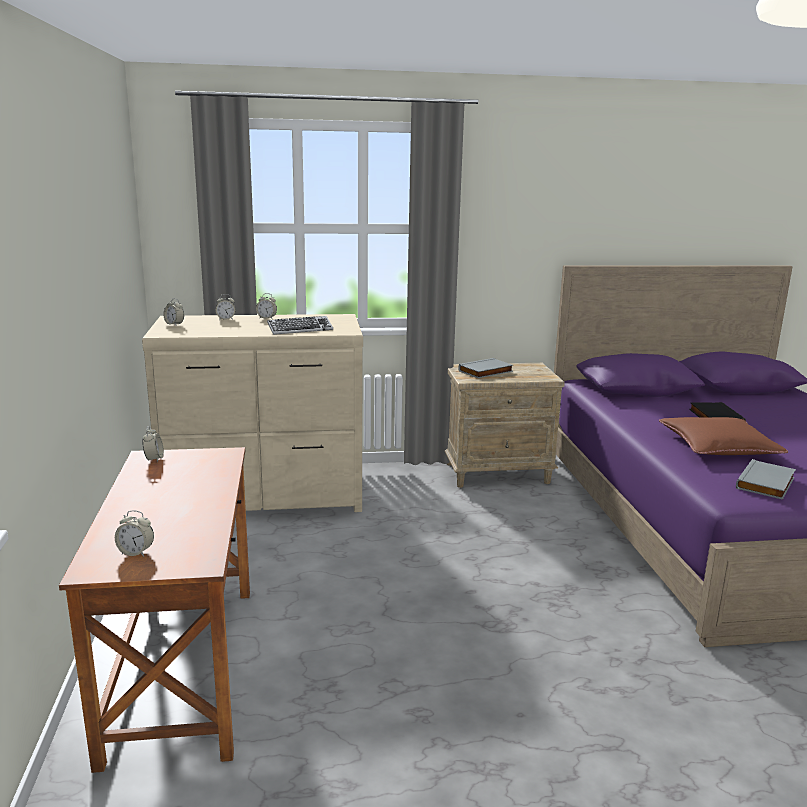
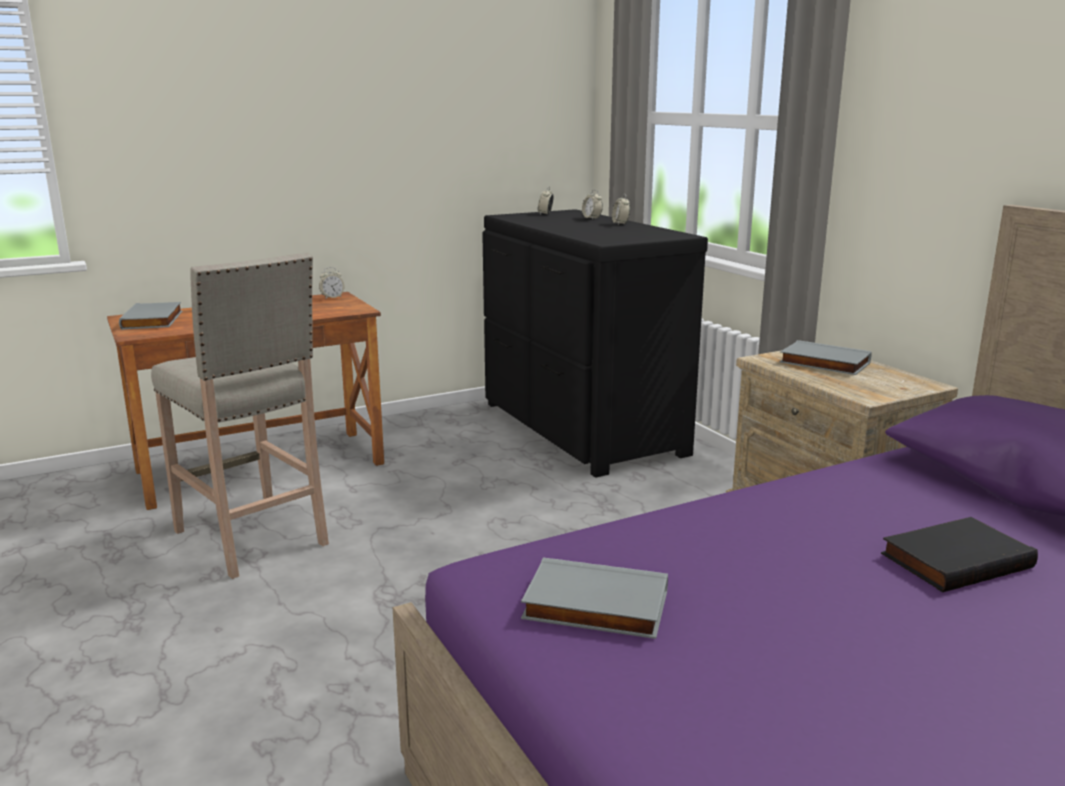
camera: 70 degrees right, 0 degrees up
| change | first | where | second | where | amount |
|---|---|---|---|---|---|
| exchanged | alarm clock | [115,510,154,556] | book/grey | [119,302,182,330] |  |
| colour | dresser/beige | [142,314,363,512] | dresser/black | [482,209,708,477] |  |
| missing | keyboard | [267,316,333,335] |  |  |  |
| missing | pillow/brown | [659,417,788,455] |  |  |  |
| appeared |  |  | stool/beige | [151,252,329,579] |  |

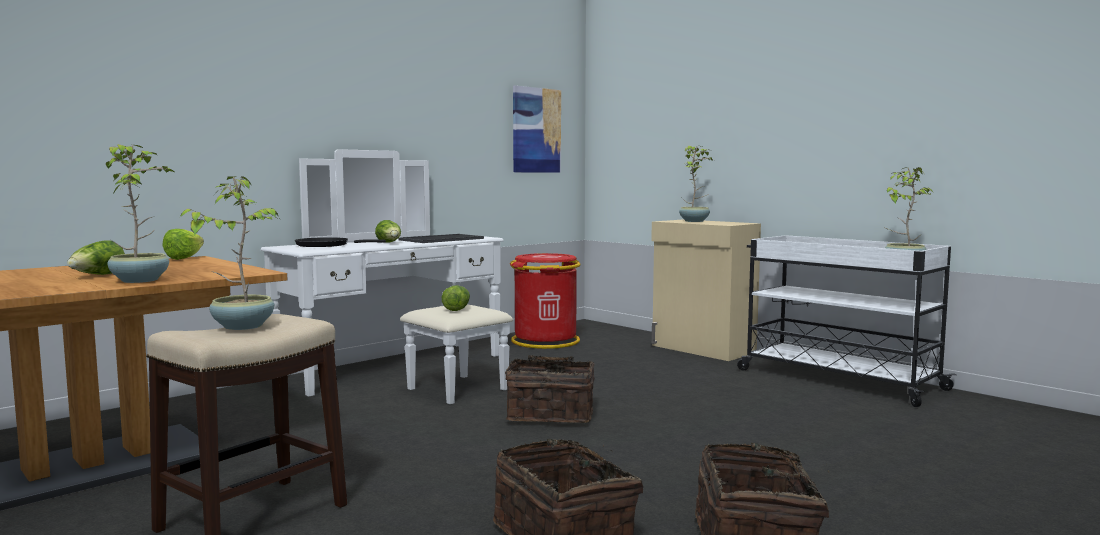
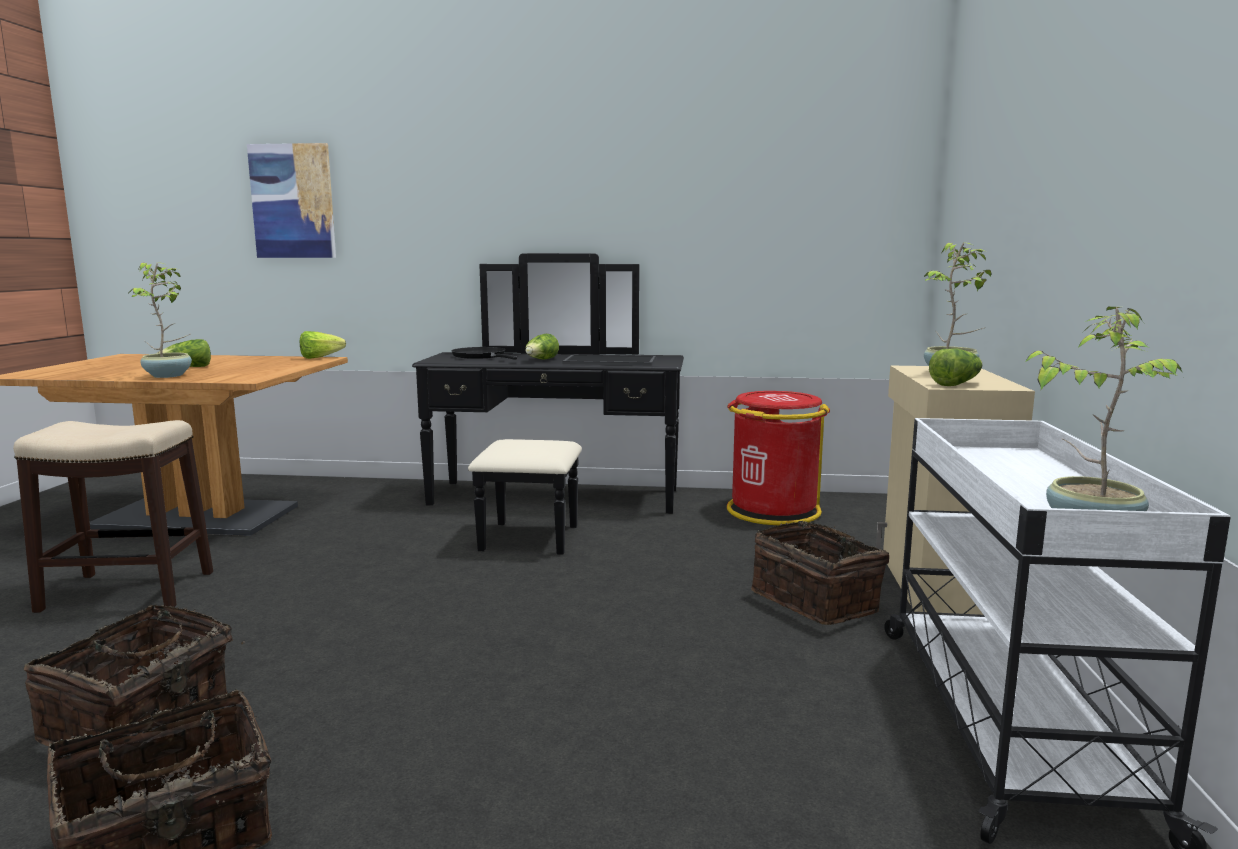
camera: 50 degrees right, 5 degrees up
| change | first | where | second | where | amount |
|---|---|---|---|---|---|
| missing | potted plant | [180,176,279,330] |  |  |  |
| colour | dresser/white | [261,150,513,404] | dresser/black | [412,253,684,555] |  |
| relocated | lettuce | [442,285,470,311] |  | [929,349,982,386] |  |
| relocated | basket | [505,355,595,423] |  | [751,521,889,625] |  |
| relocated | picture | [513,85,561,172] |  | [247,143,336,258] |  |

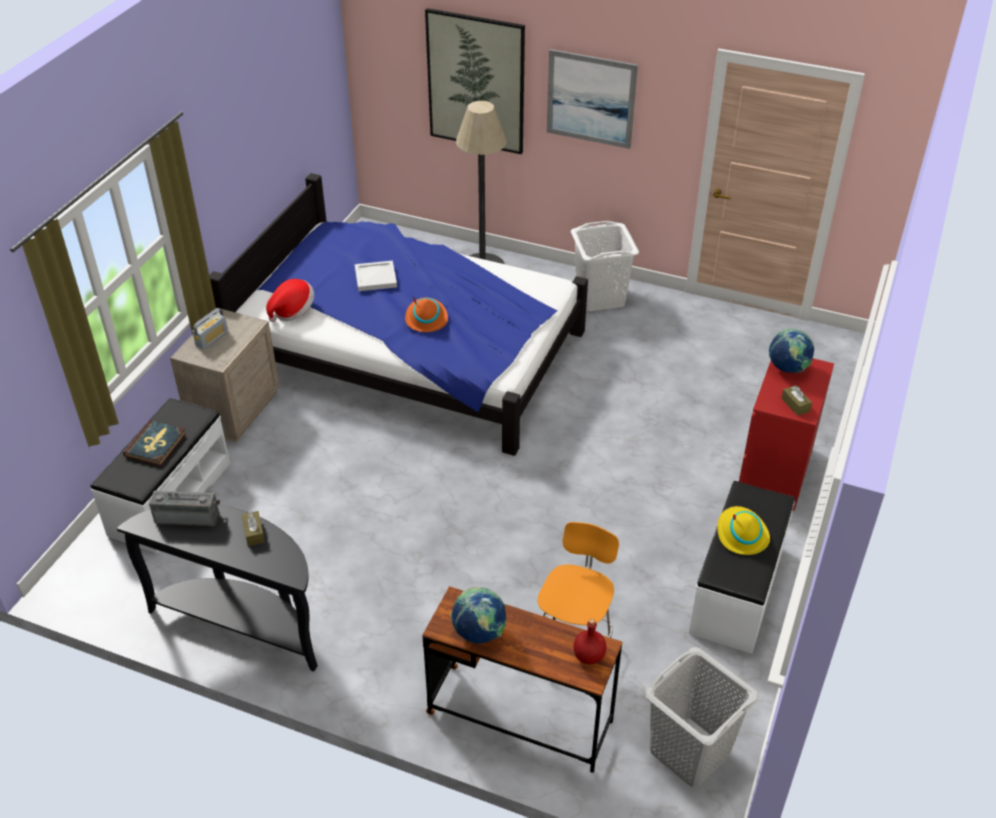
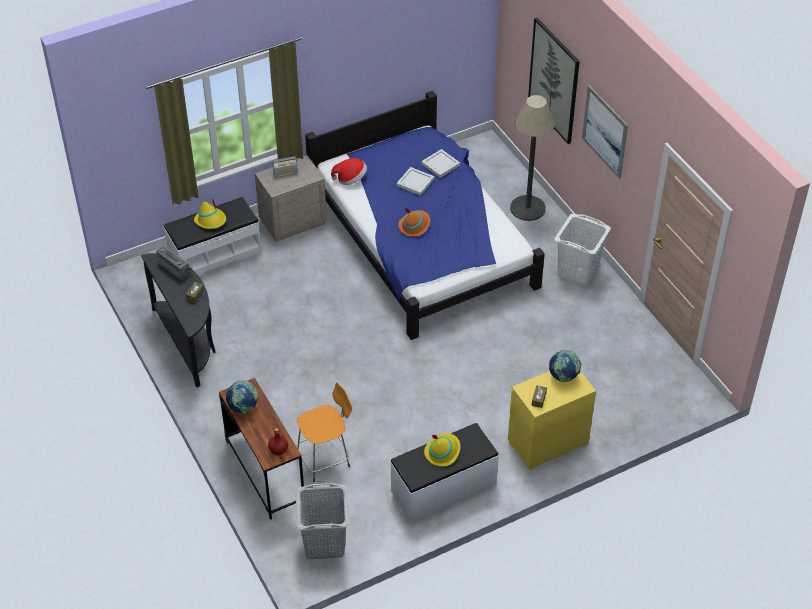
camera: 40 degrees right, 5 degrees up
| change | first | where | second | where | amount |
|---|---|---|---|---|---|
| exchanged | book | [123,420,186,466] | hat/yellow | [194,197,226,229] |  |
| colour | dresser/red | [739,358,834,511] | dresser/yellow | [508,371,596,470] |  |
| appeared |  |  | tray/white | [421,149,460,178] |  |

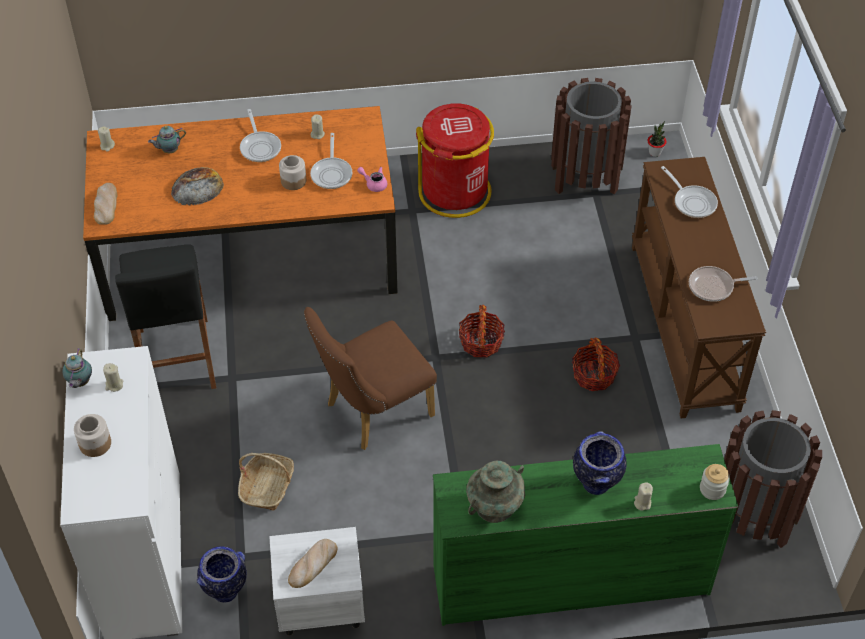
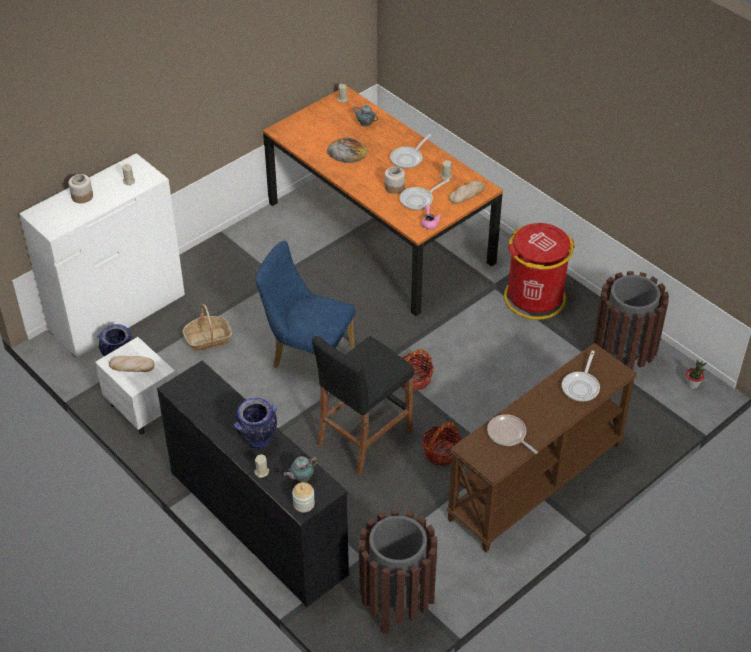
camera: 55 degrees right, 5 degrees down
| change | first | where | second | where | amount |
|---|---|---|---|---|---|
| relocated | teapot | [62,349,92,388] |  | [284,456,318,482] |  |
| relocated | bread | [94,183,118,225] |  | [449,181,485,204] |  |
| relocated | stool/black | [115,245,216,389] |  | [312,336,414,476] |  |
| colour | chair/brown | [304,307,437,450] | chair/blue | [255,240,355,368] |  |
| colour | dresser/green | [433,444,738,626] | dresser/black | [157,361,349,607] |  |
| missing | vase/turquoise | [466,461,525,523] |  |  |  |

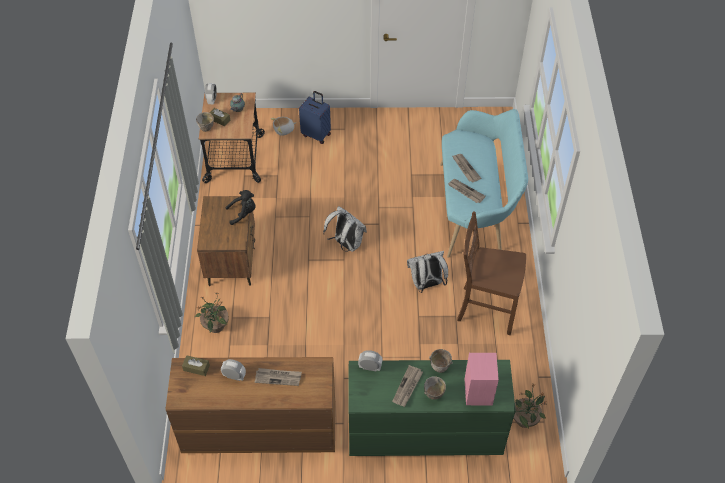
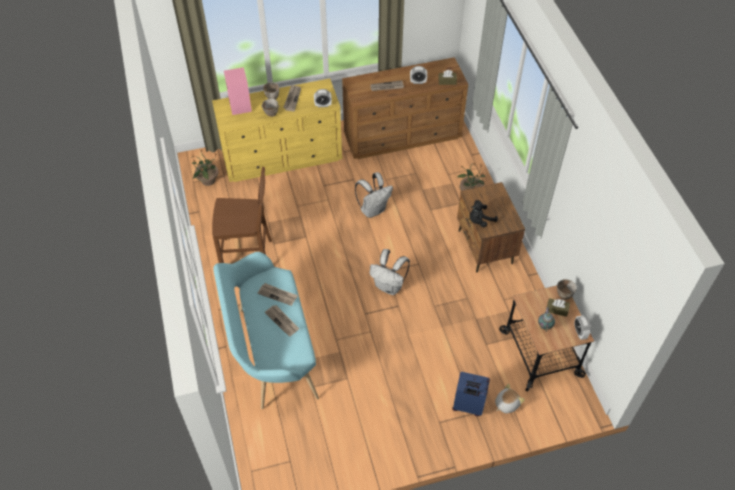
camera: 165 degrees right, 0 degrees up
| change | first | where | second | where | amount |
|---|---|---|---|---|---|
| colour | dresser/green | [349,360,516,456] | dresser/yellow | [212,78,343,182] |  |
| relocated | backpack/white | [407,251,448,293] |  | [355,172,393,218] |  |

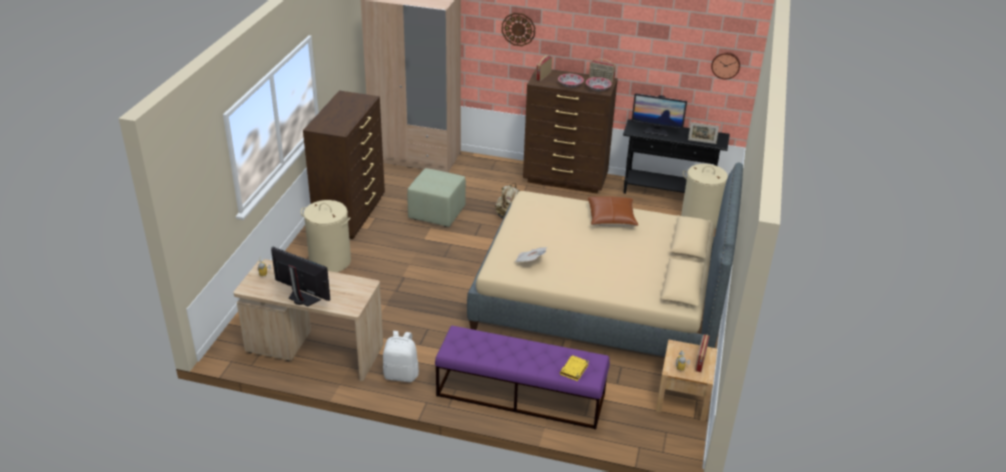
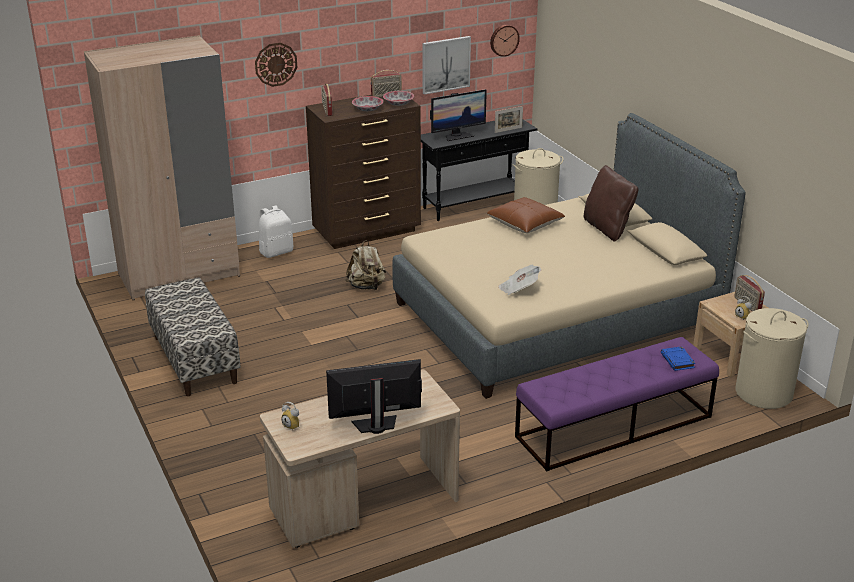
camera: 40 degrees left, 5 degrees down
| change | first | where | second | where | amount |
|---|---|---|---|---|---|
| relocated | laundry basket/beige | [301,200,351,272] |  | [735,308,809,409] |  |
| exchanged | dresser/brown | [303,90,385,239] | bench | [145,277,241,396] |  |
| relocated | backpack/white | [383,331,419,382] |  | [259,205,293,258] |  |
| missing | ottoman/green | [407,168,466,227] |  |  |  |
| colour | book/yellow | [560,355,589,381] | book/blue | [661,346,695,371] |  |
| appeared |  |  | picture | [423,36,471,95] |  |
| appeared |  |  | pillow/brown | [584,165,638,241] |  |

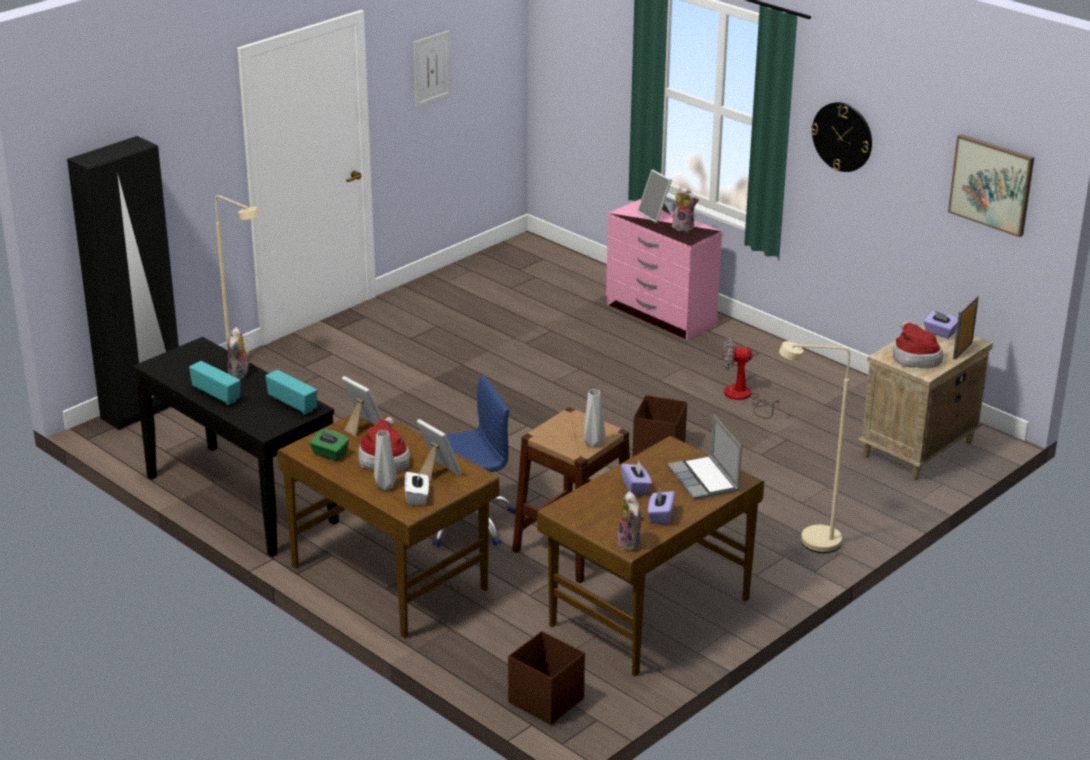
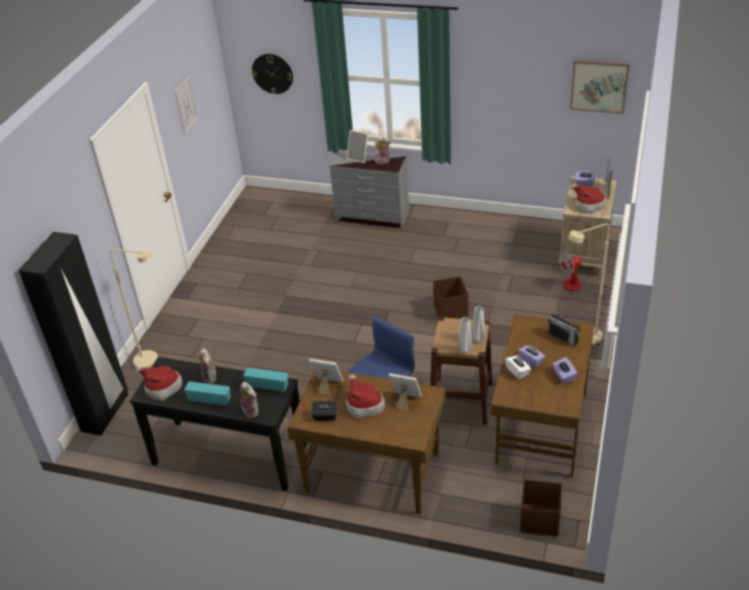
camera: 25 degrees left, 10 degrees up
| change | first | where | second | where | amount |
|---|---|---|---|---|---|
| colour | tissue box/green | [309,429,349,461] | tissue box/black | [312,400,338,421] |  |
| relocated | vase/grey | [374,431,397,490] |  | [457,317,472,353] |  |
| relocated | tissue box/white | [405,470,429,505] |  | [505,355,531,379] |  |
| colour | dresser/pink | [606,199,722,340] | dresser/grey | [330,149,409,228] |  |
| relocated | plush toy | [617,491,645,551] |  | [241,382,259,418] |  |
| exchanged | laptop | [668,414,742,500] | radio | [547,310,581,347] |  |
| relocated | fan | [722,337,780,419] |  | [560,253,612,298] |  |
| relocated | wall clock | [811,102,872,172] |  | [252,54,293,94] |  |
| appeared |  |  | hat | [135,366,182,401] |  |

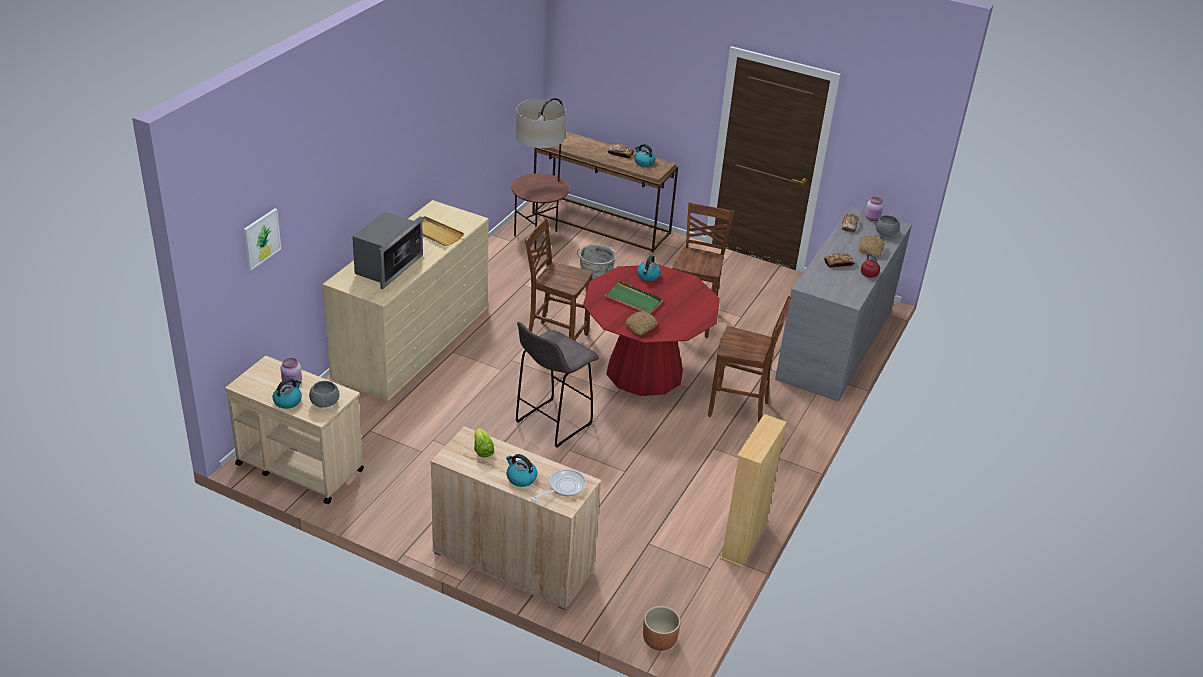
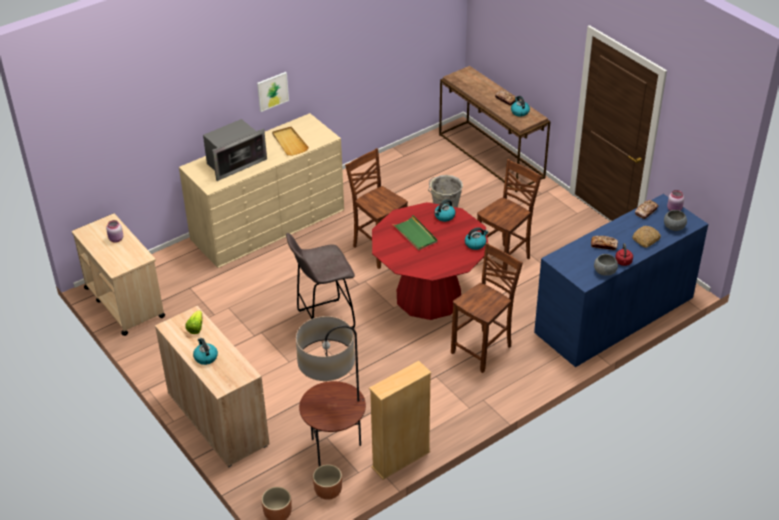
camera: 30 degrees right, 5 degrees up
| change | first | where | second | where | amount |
|---|---|---|---|---|---|
| relocated | picture | [244,208,281,270] |  | [257,72,289,112] |  |
| relocated | kettle | [273,378,302,409] |  | [465,227,488,250] |  |
| relocated | bowl/grey | [309,381,339,408] |  | [594,254,618,276] |  |
| relocated | floor lamp | [511,98,569,249] |  | [296,316,366,467] |  |
| missing | frying pan | [531,469,586,500] |  |  |  |
| missing | bread | [625,311,658,335] |  |  |  |
| spun | chair/brown | [708,296,791,422] |  | [451,243,523,373] | 90 degrees counterclockwise |
| colour | dresser/grey | [775,207,912,402] | dresser/blue | [534,194,708,367] |  |
| appeared |  |  | planter/brown | [313,464,342,500] |  |

